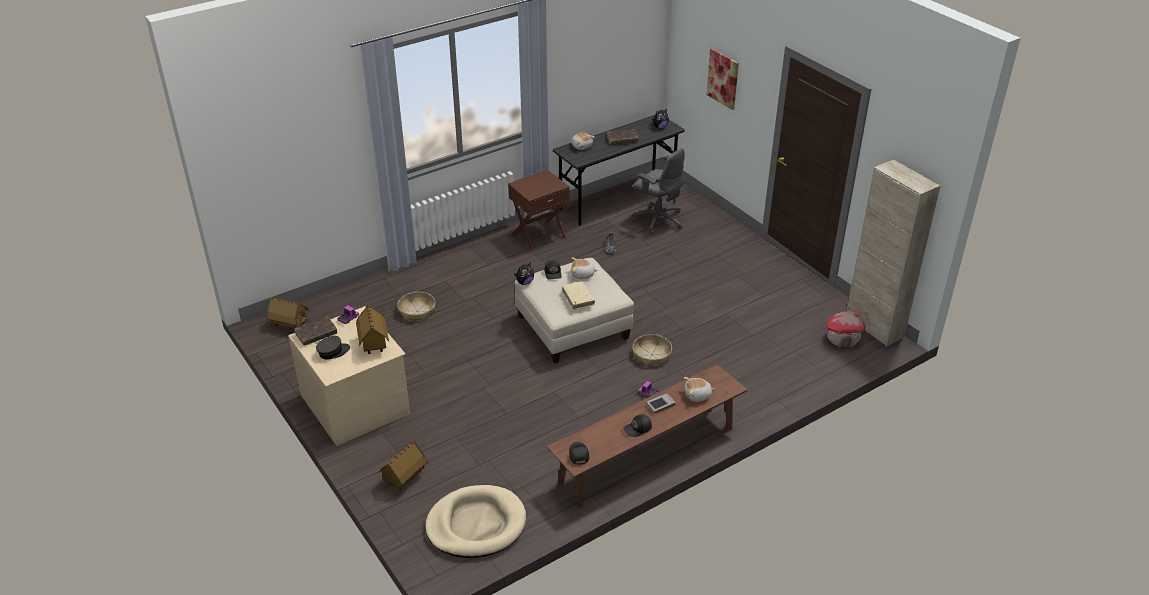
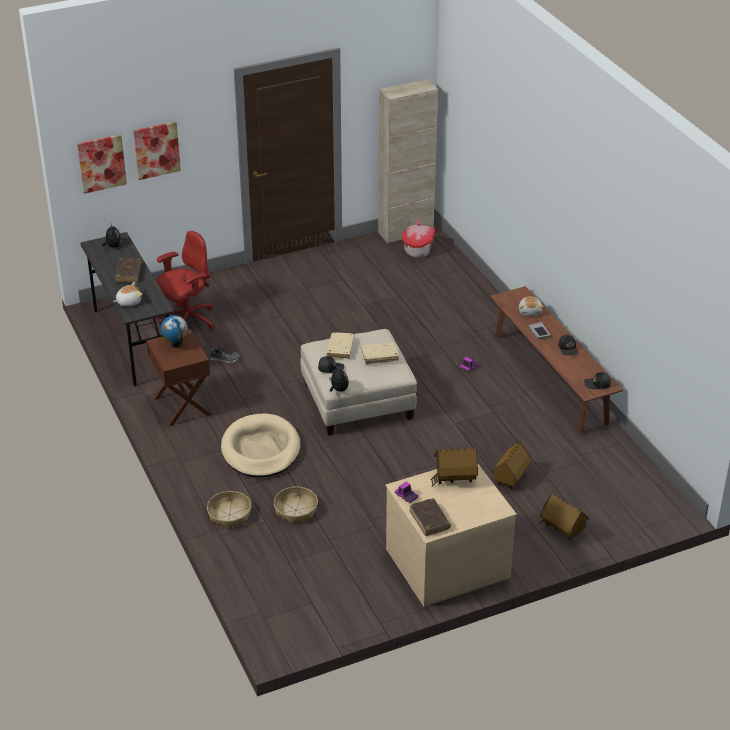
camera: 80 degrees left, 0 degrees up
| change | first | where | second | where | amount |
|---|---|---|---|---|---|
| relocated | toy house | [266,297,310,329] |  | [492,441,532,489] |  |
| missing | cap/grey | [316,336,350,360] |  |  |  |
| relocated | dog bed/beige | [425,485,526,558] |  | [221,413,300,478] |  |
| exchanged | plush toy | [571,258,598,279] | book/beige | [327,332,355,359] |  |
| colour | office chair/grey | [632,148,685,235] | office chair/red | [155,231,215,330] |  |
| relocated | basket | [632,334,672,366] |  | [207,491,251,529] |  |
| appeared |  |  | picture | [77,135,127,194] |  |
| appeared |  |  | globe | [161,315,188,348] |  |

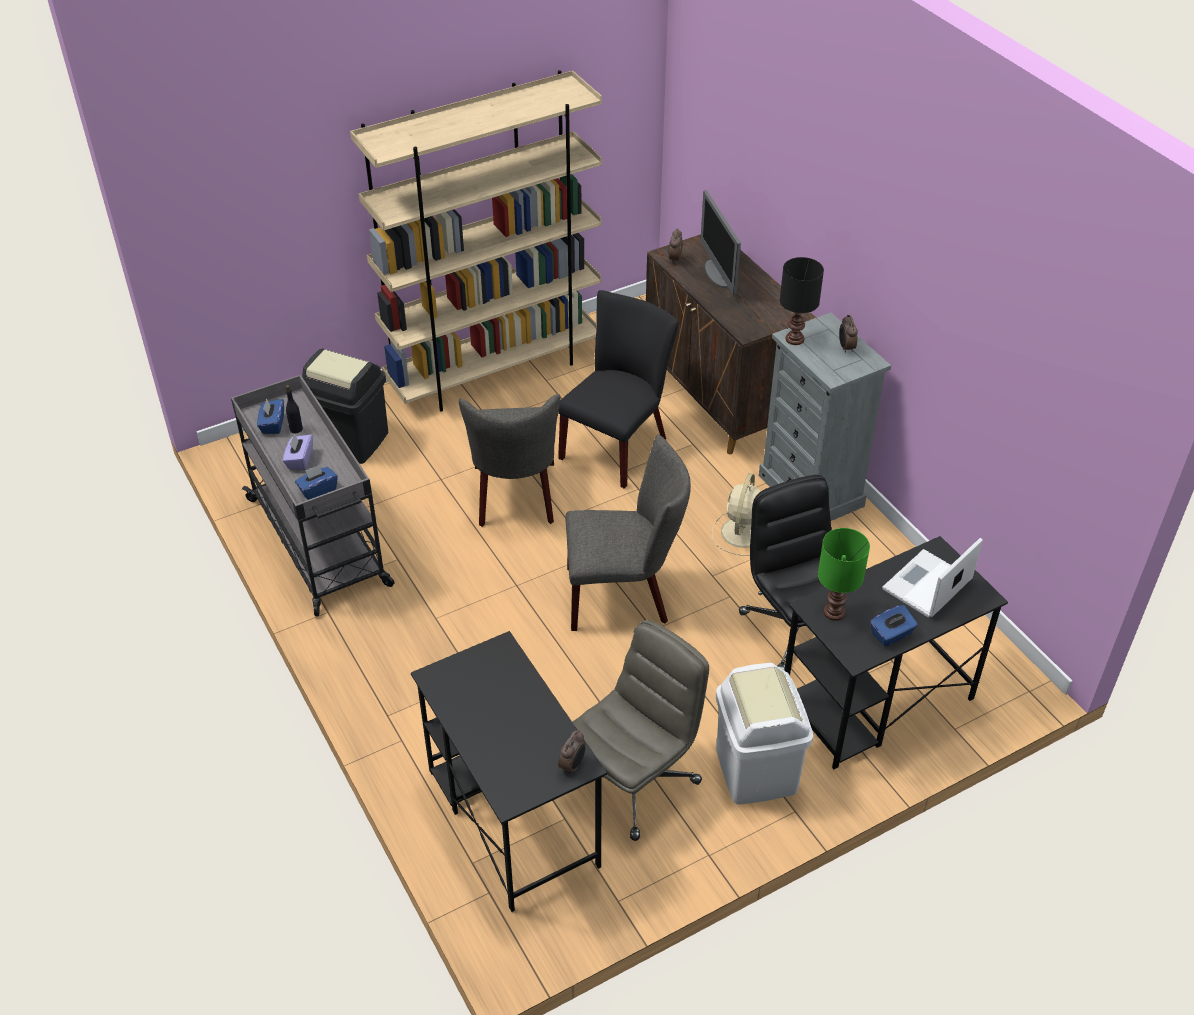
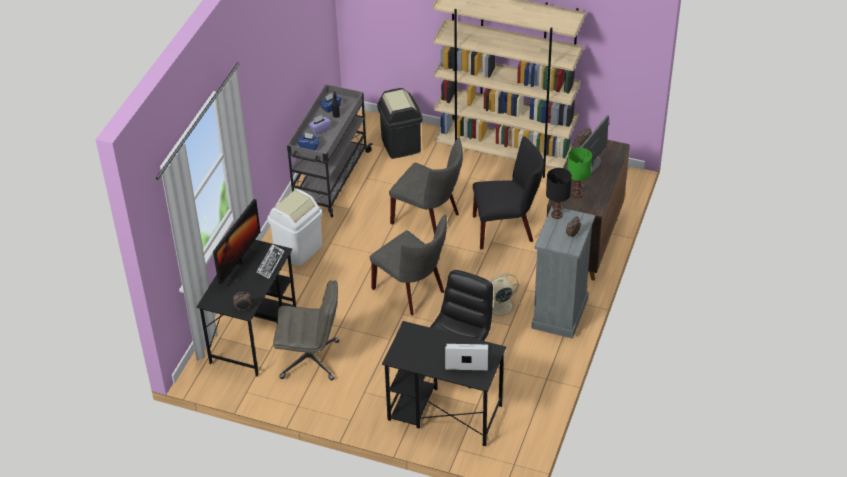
camera: 50 degrees right, 0 degrees up
| change | first | where | second | where | amount |
|---|---|---|---|---|---|
| spun | chair/grey | [459,394,560,527] |  | [389,137,463,234] | 105 degrees counterclockwise |
| relocated | trash can/white | [716,663,813,805] |  | [267,189,322,266] |  |
| relocated | table lamp/green | [818,528,870,621] |  | [567,148,592,198] |  |
| missing | tissue box/blue | [870,605,918,647] |  |  |  |
| appeared |  |  | monitor | [213,199,260,284] |  |
| appeared |  |  | keyboard | [256,245,285,279] |  |

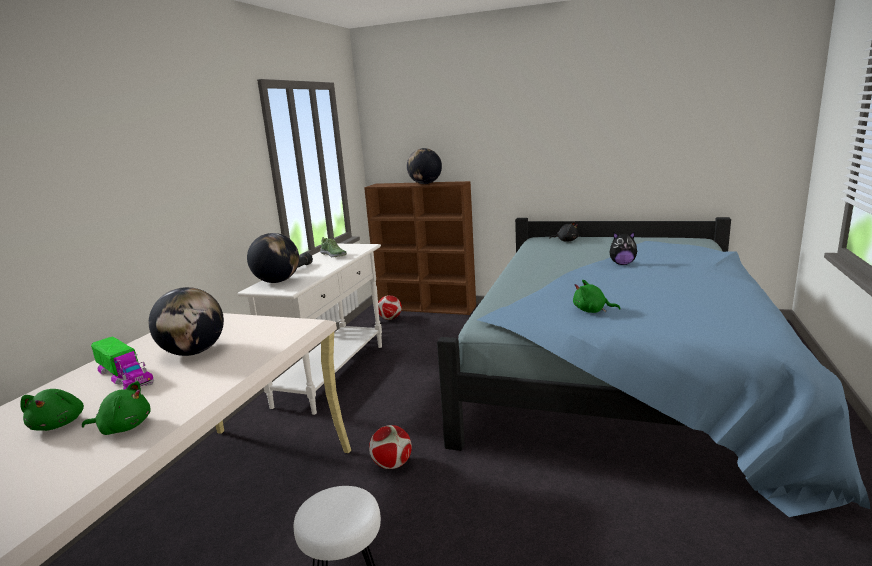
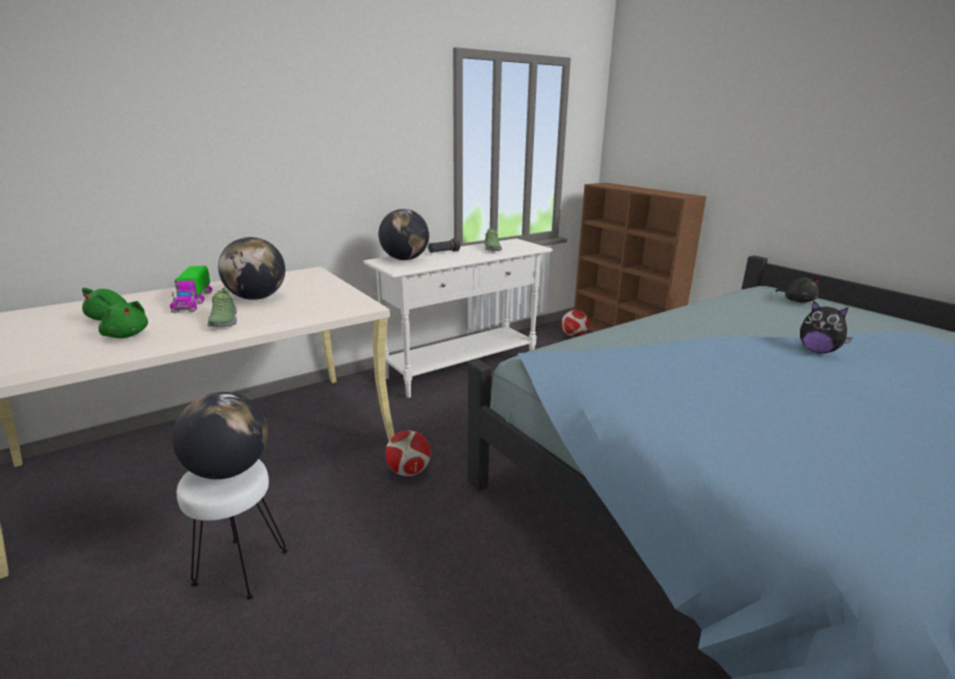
camera: 35 degrees right, 5 degrees up
| change | first | where | second | where | amount |
|---|---|---|---|---|---|
| relocated | globe | [407,148,442,184] |  | [172,392,268,479] |  |
| missing | plush toy/green | [573,280,621,313] |  |  |  |
| appeared |  |  | shoe | [208,287,237,327] |  |

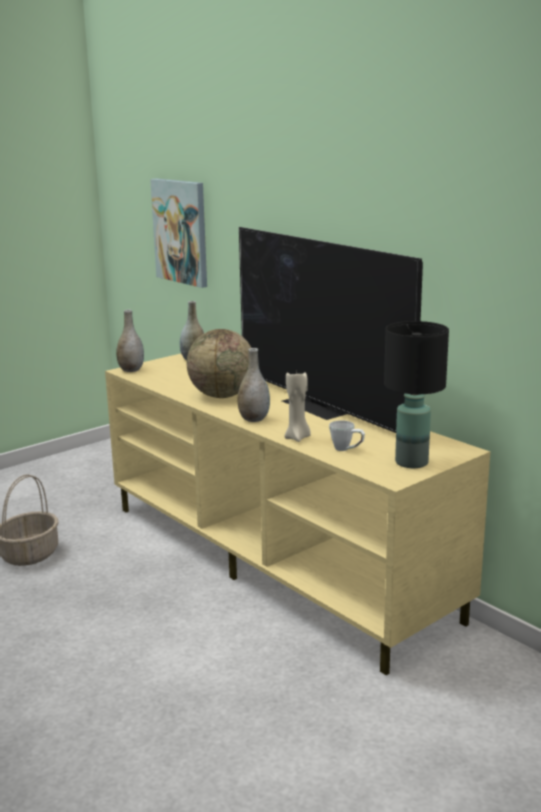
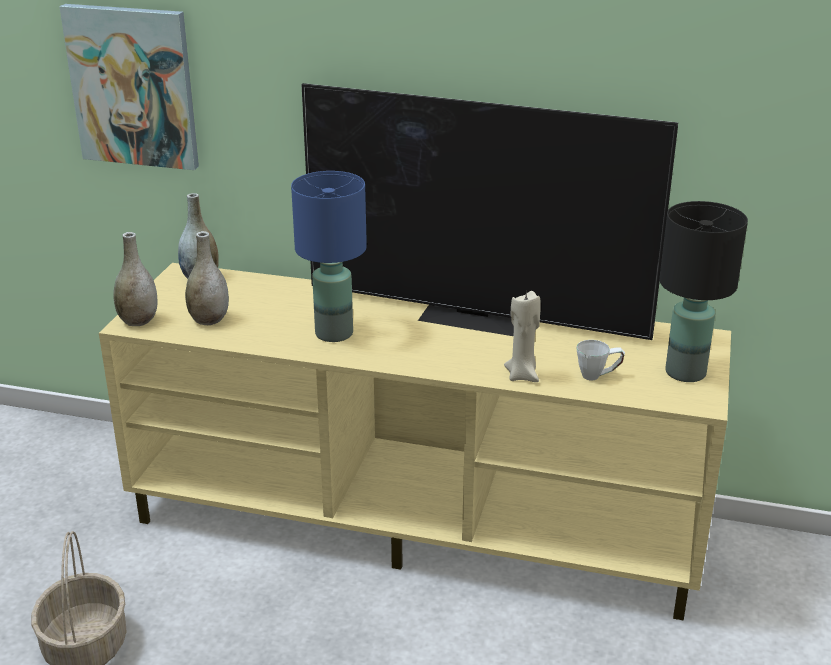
camera: 35 degrees left, 10 degrees up
| change | first | where | second | where | amount |
|---|---|---|---|---|---|
| exchanged | globe | [187,329,251,398] | table lamp/blue | [291,171,367,342] |  |
| relocated | vase/grey | [237,348,270,422] |  | [185,231,229,325] |  |

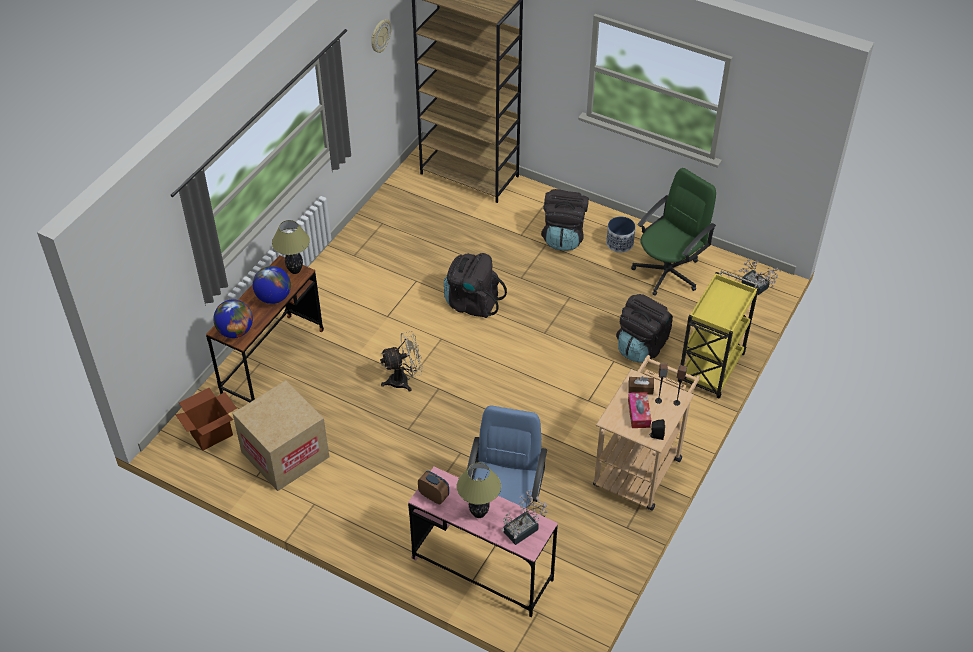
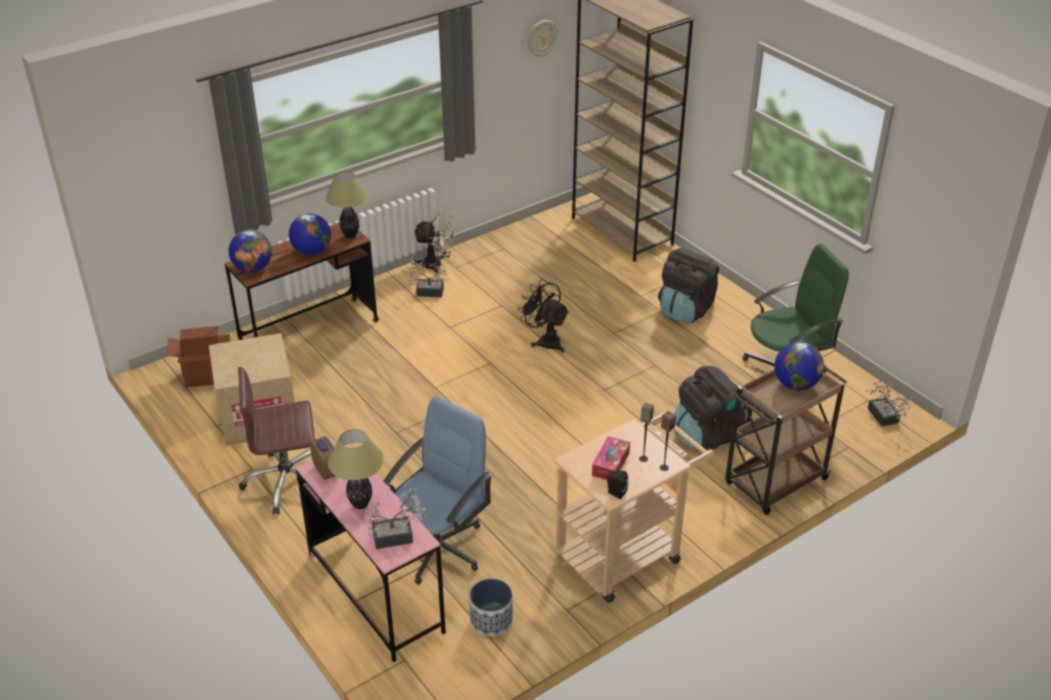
camera: 25 degrees right, 10 degrees down
| change | first | where | second | where | amount |
|---|---|---|---|---|---|
| relocated | fan/beige | [380,331,423,391] |  | [414,211,455,274] |  |
| exchanged | backpack/black | [444,253,507,318] | fan/black | [517,279,569,353] |  |
| relocated | planter | [606,216,636,253] |  | [469,579,513,636] |  |
| missing | tissue box/brown | [629,376,654,395] |  |  |  |
| colour | cart/yellow | [678,270,759,399] | cart/brown | [725,366,847,515] |  |
| appeared |  |  | office chair/brown | [238,367,315,514] |  |
| appeared |  |  | potted plant | [405,256,449,297] |  |
| appeared |  |  | globe | [774,342,824,390] |  |

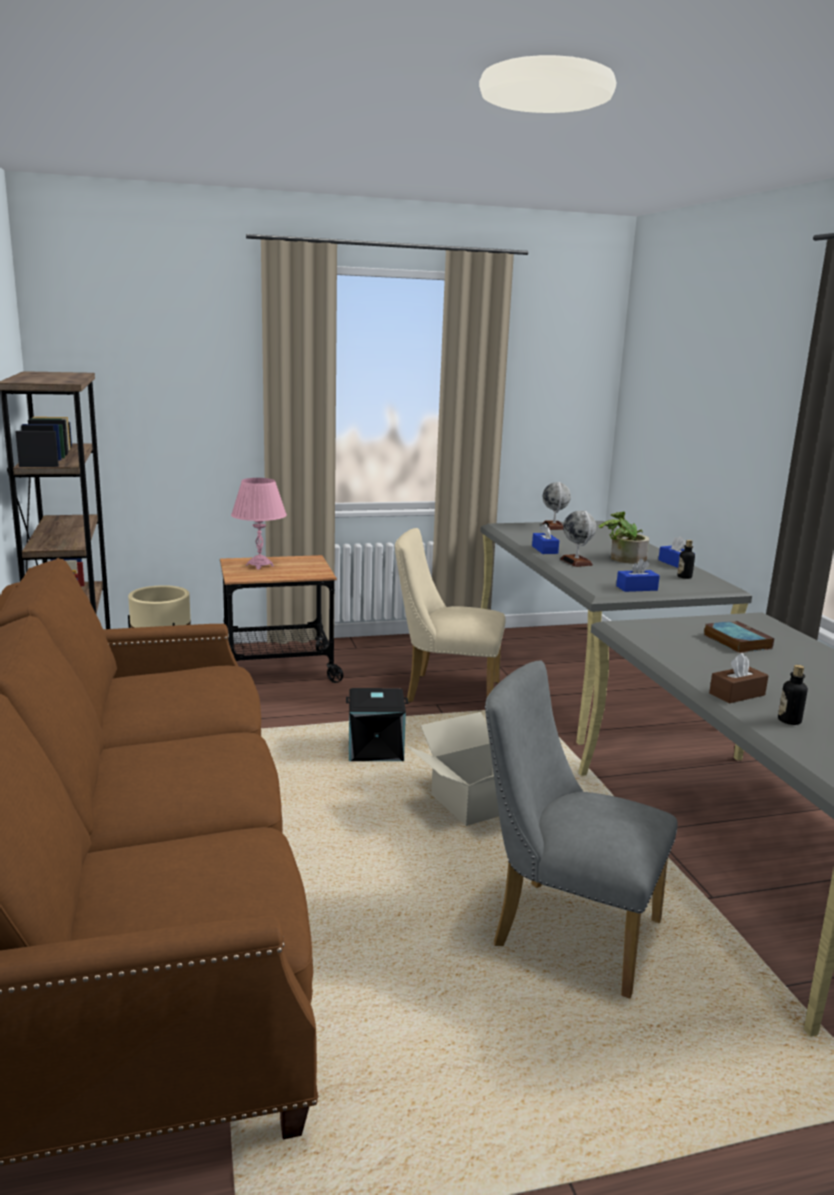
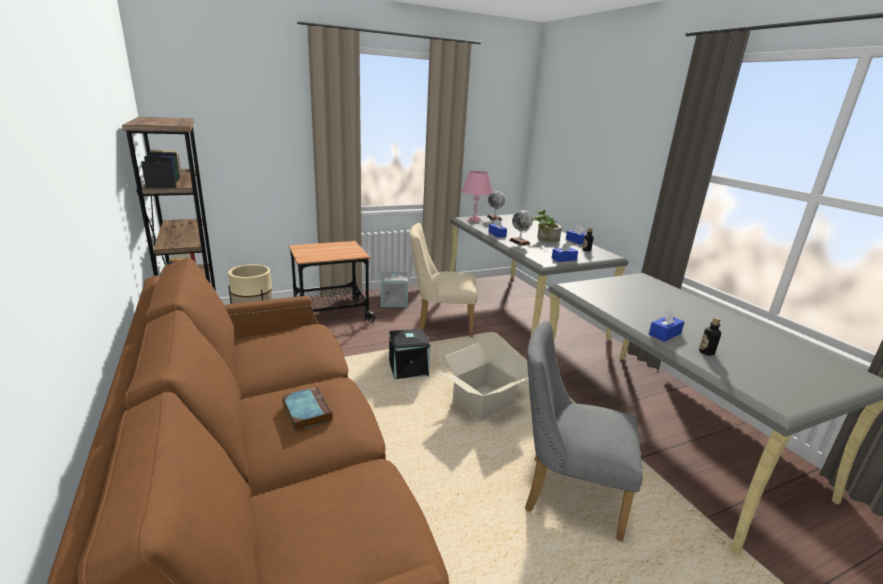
camera: 10 degrees left, 5 degrees up
| change | first | where | second | where | amount |
|---|---|---|---|---|---|
| relocated | table lamp/pink | [231,478,287,570] |  | [462,171,493,224] |  |
| relocated | book | [704,621,774,653] |  | [282,387,333,431] |  |
| colour | tissue box/brown | [709,653,769,703] | tissue box/blue | [649,308,685,342] |  |
| appeared |  |  | storage box/grey | [379,272,410,307] |  |

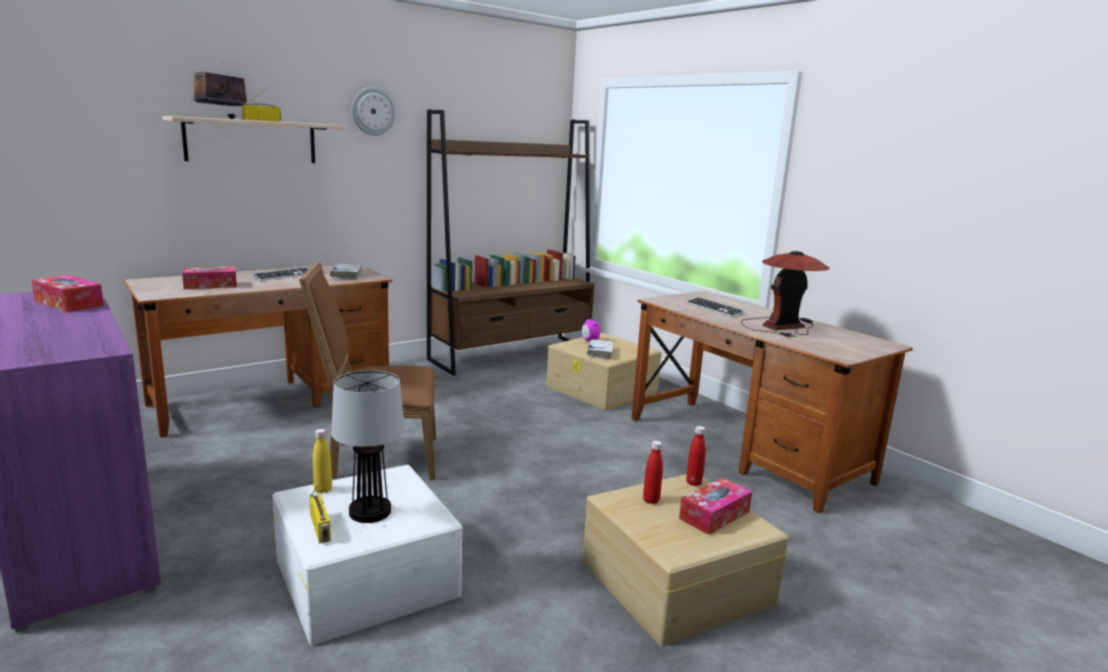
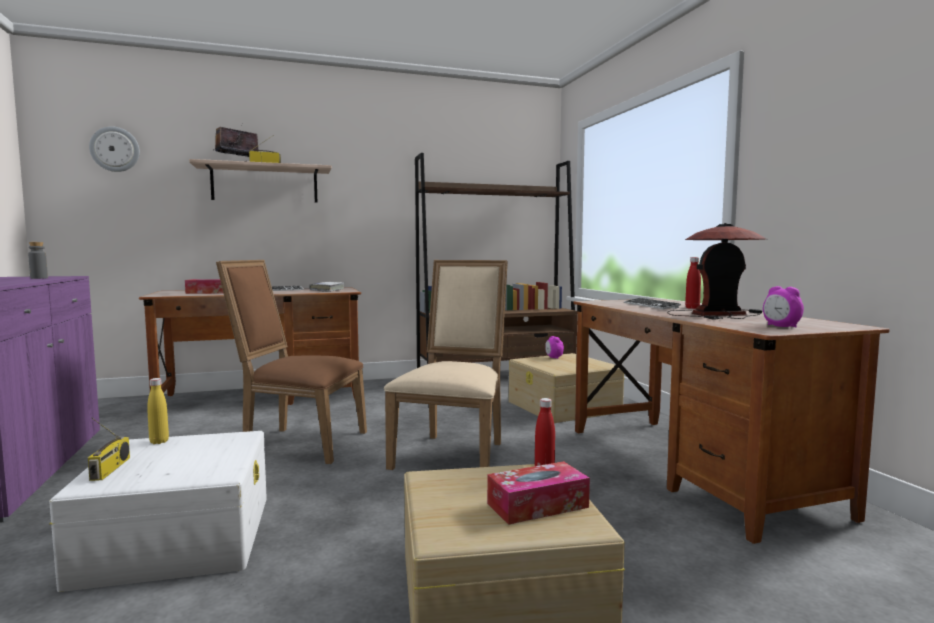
camera: 20 degrees right, 10 degrees down
| change | first | where | second | where | amount |
|---|---|---|---|---|---|
| exchanged | tissue box | [31,275,104,312] | bottle/grey | [28,242,48,279] |  |
| missing | table lamp | [331,370,405,523] |  |  |  |
| relocated | wall clock | [352,87,396,136] |  | [89,126,140,172] |  |
| missing | book/white | [587,340,614,359] |  |  |  |
| relocated | bottle/red | [643,441,663,504] |  | [685,257,701,309] |  |
| appeared |  |  | chair/beige | [384,260,508,470] |  |
| appeared |  |  | alarm clock | [763,286,804,328] |  |

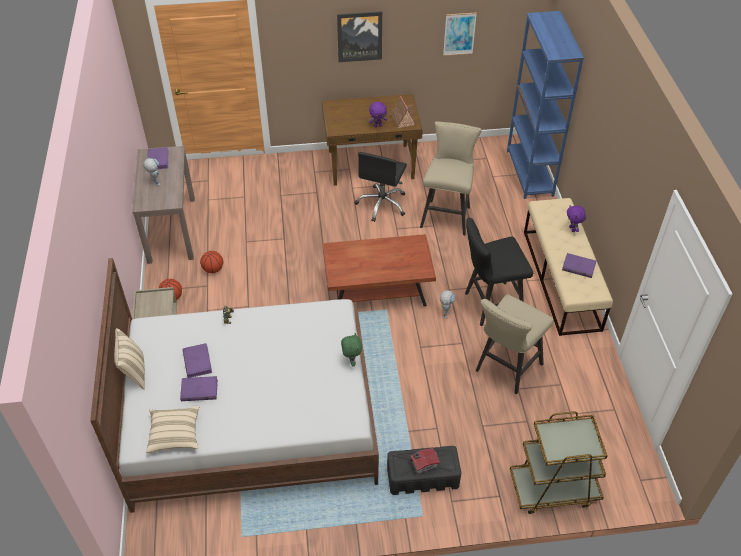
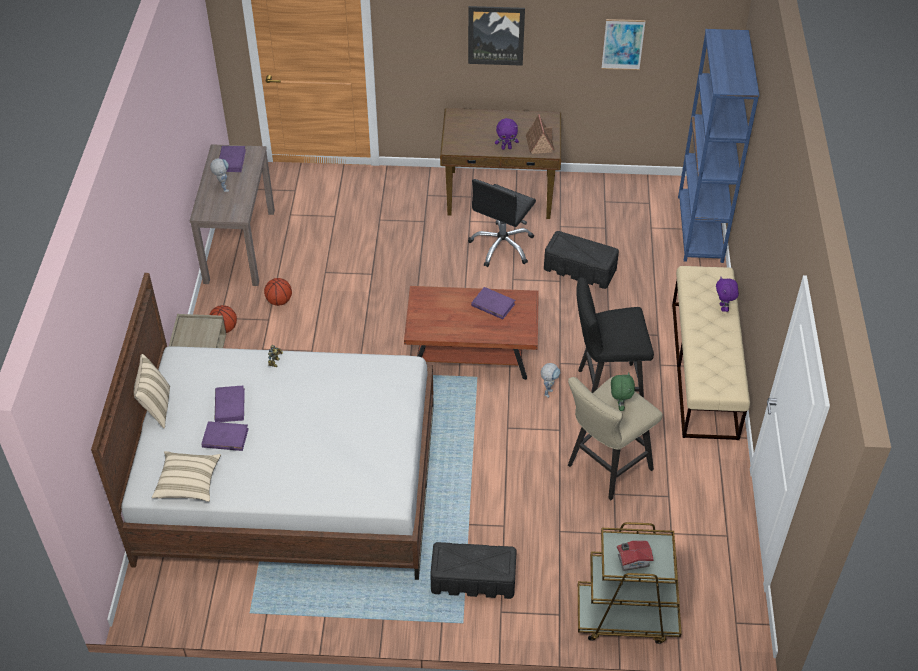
camera: 10 degrees right, 0 degrees up
| change | first | where | second | where | amount |
|---|---|---|---|---|---|
| relocated | plush toy/green | [341,333,362,366] |  | [611,372,635,411] |  |
| relocated | toy house | [410,448,440,475] |  | [617,541,654,571] |  |
| exchanged | stool/beige | [420,121,482,235] | storage box/black | [544,231,619,289] |  |
| relocated | book/purple | [562,253,597,278] |  | [471,287,515,319] |  |

